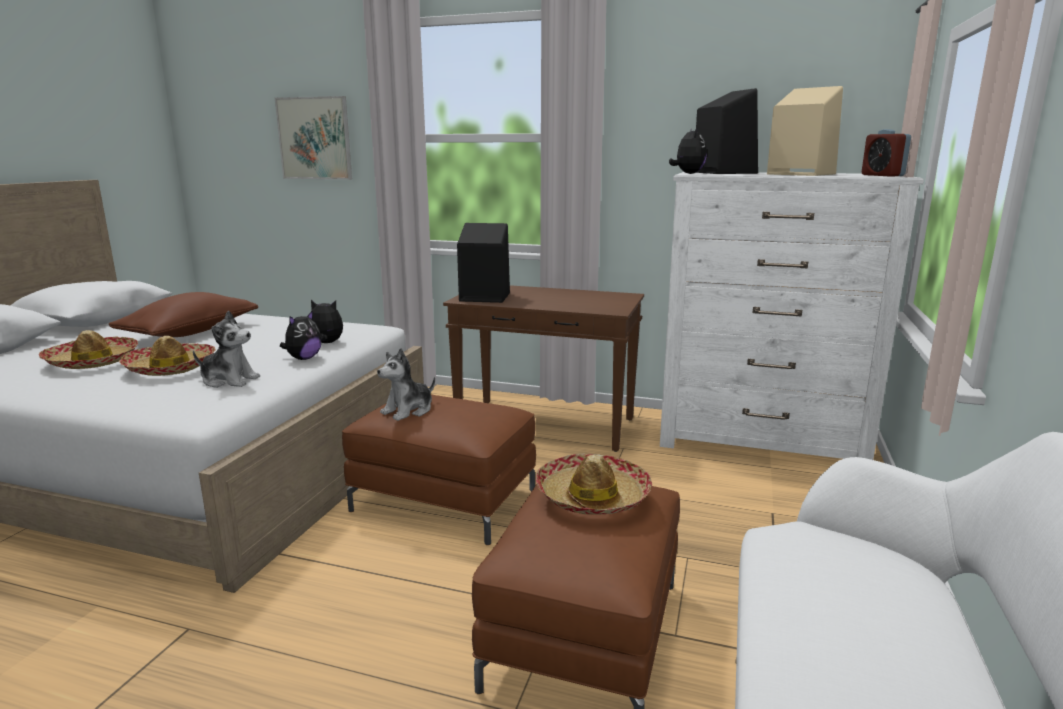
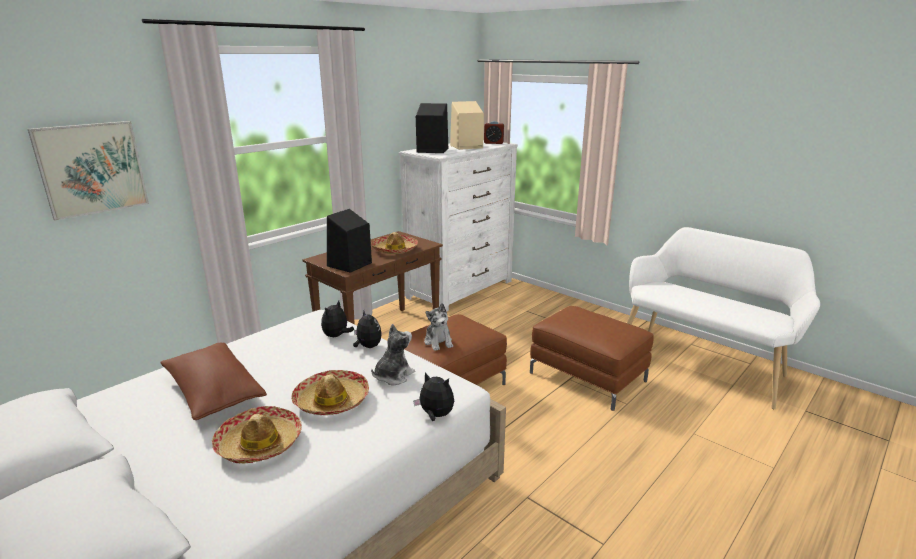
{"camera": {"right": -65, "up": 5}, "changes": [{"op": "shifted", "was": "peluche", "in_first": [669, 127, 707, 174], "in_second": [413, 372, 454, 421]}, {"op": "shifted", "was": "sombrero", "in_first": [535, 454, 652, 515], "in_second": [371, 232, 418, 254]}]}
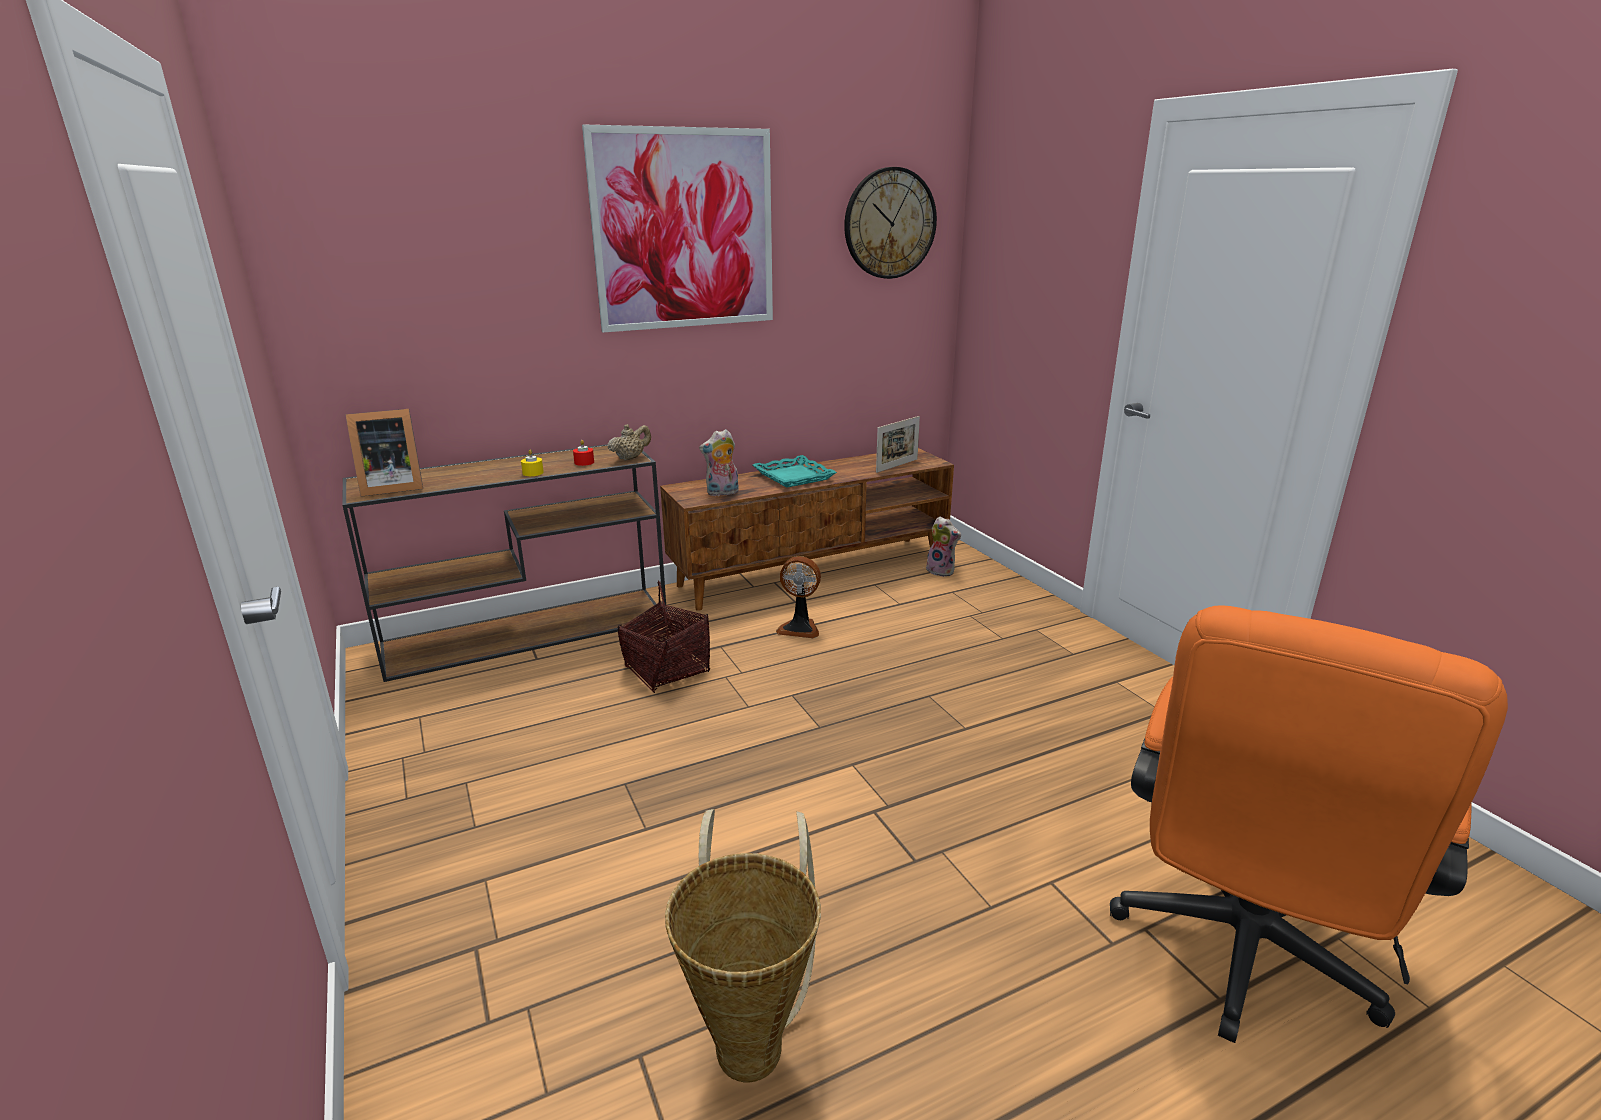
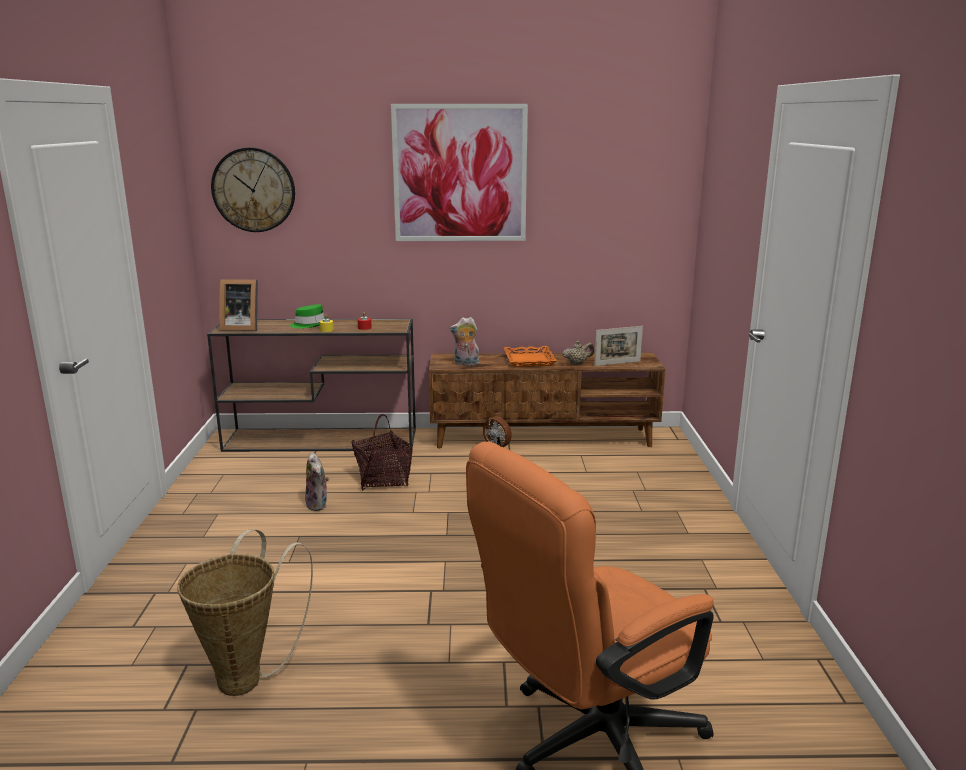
{"camera": {"right": 25, "up": -5}, "changes": [{"op": "shifted", "was": "reloj de pared", "in_first": [844, 167, 937, 279], "in_second": [211, 147, 295, 232]}, {"op": "shifted", "was": "tetera [beis]", "in_first": [608, 424, 651, 461], "in_second": [562, 341, 594, 365]}, {"op": "repainted", "was": "bandeja [turquesa]", "now": "bandeja [naranja]", "in_first": [753, 455, 837, 488], "in_second": [504, 346, 557, 367]}, {"op": "shifted", "was": "peluche", "in_first": [926, 516, 961, 577], "in_second": [305, 452, 329, 511]}, {"op": "new", "now": "sombrero [verde]", "in_second": [290, 304, 328, 329]}]}
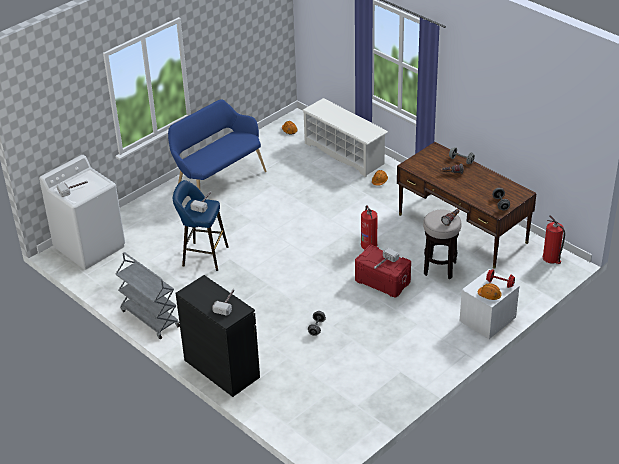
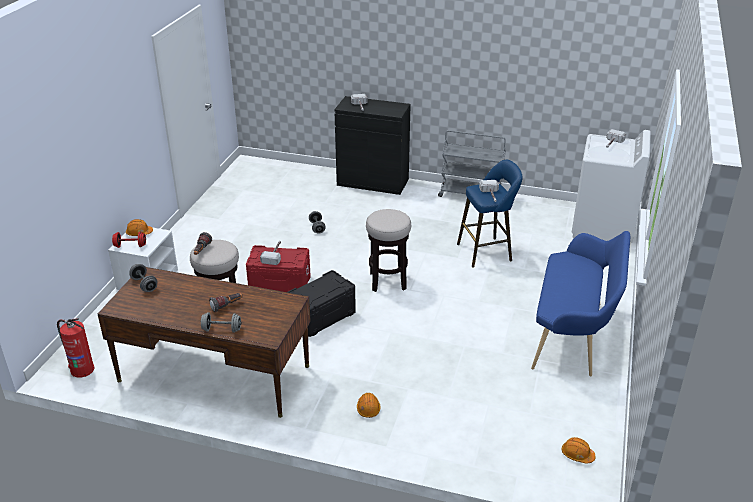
{"camera": {"right": 150, "up": -5}, "changes": [{"op": "gone", "was": "zapatero [blanco]", "in_first": [302, 98, 388, 177]}, {"op": "swapped", "was": "extintor", "now": "caja de almacenaje [negro]", "in_first": [361, 205, 378, 249], "in_second": [288, 270, 356, 337]}, {"op": "new", "now": "taburete", "in_second": [366, 209, 411, 292]}]}
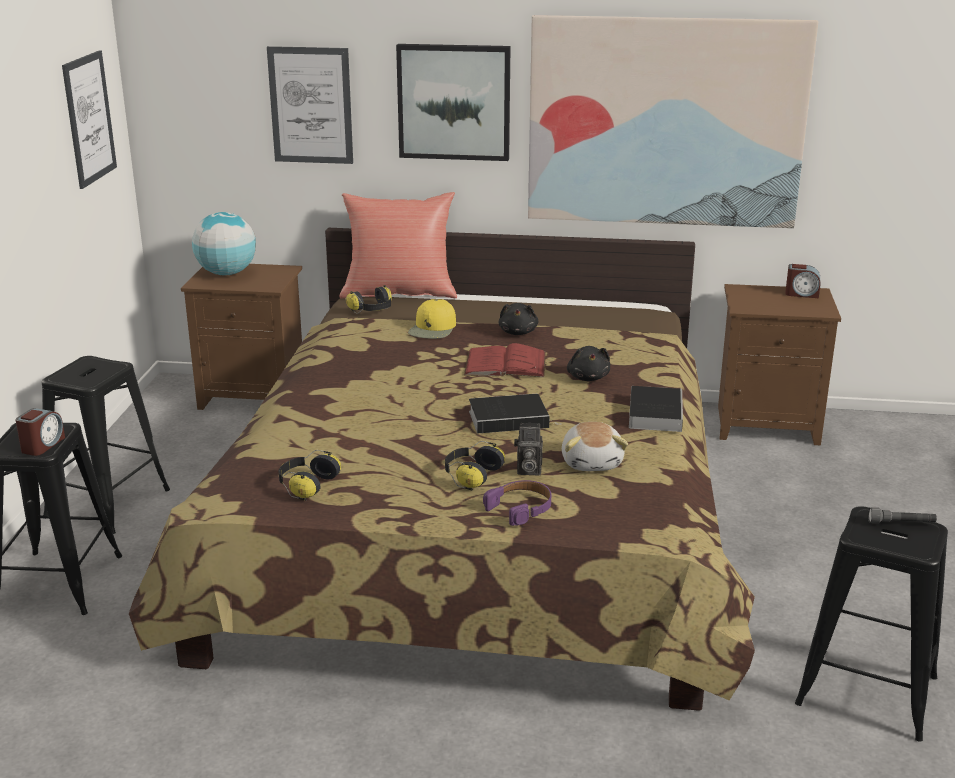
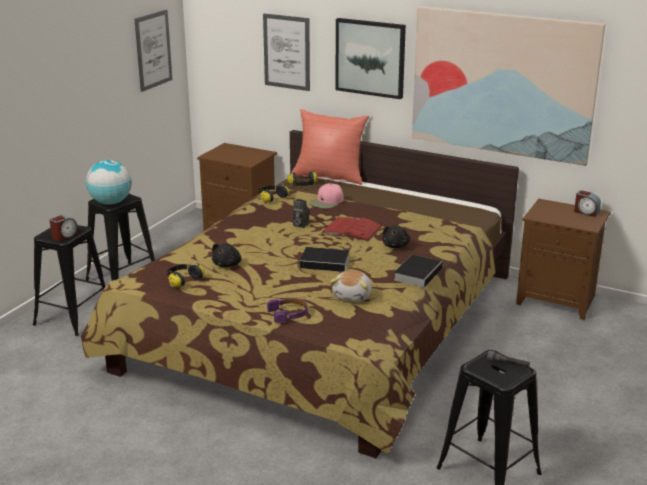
{"camera": {"right": 20, "up": 0}, "changes": [{"op": "shifted", "was": "globo terráqueo", "in_first": [192, 212, 256, 276], "in_second": [86, 160, 132, 205]}, {"op": "repainted", "was": "gorra [amarillo]", "now": "gorra [rosa]", "in_first": [408, 299, 456, 339], "in_second": [309, 183, 343, 208]}, {"op": "shifted", "was": "peluche [negro]", "in_first": [498, 303, 538, 335], "in_second": [212, 243, 241, 267]}, {"op": "shifted", "was": "cámara", "in_first": [514, 423, 543, 476], "in_second": [293, 199, 309, 228]}, {"op": "shifted", "was": "auriculares", "in_first": [445, 441, 505, 491], "in_second": [259, 183, 290, 204]}]}
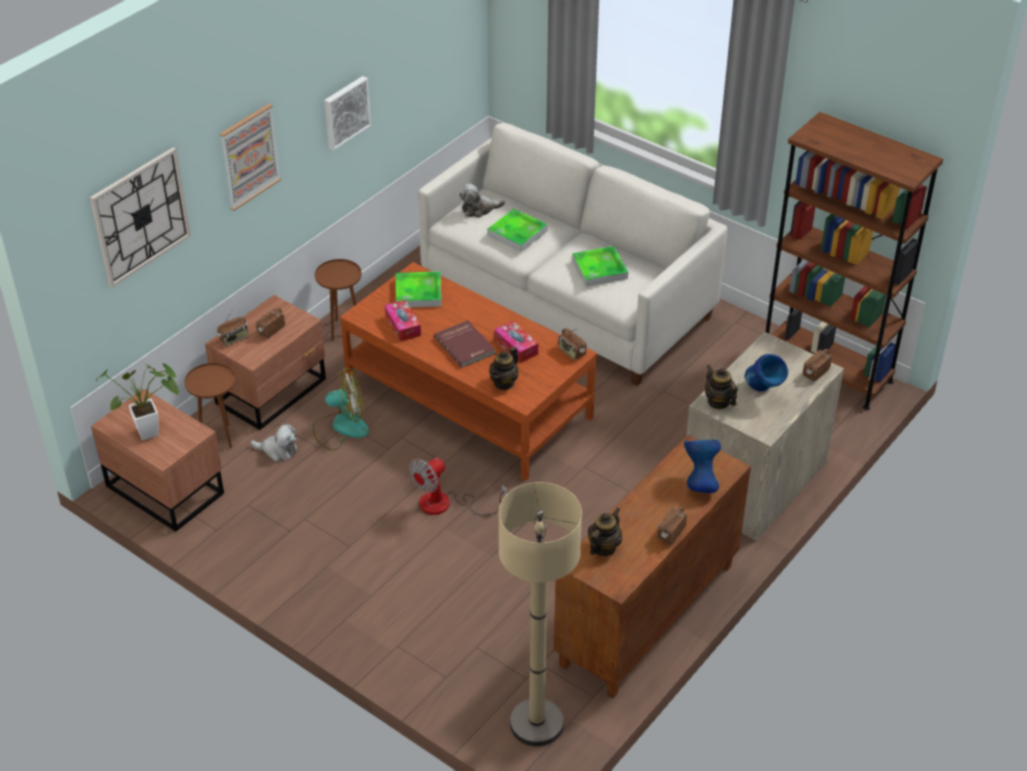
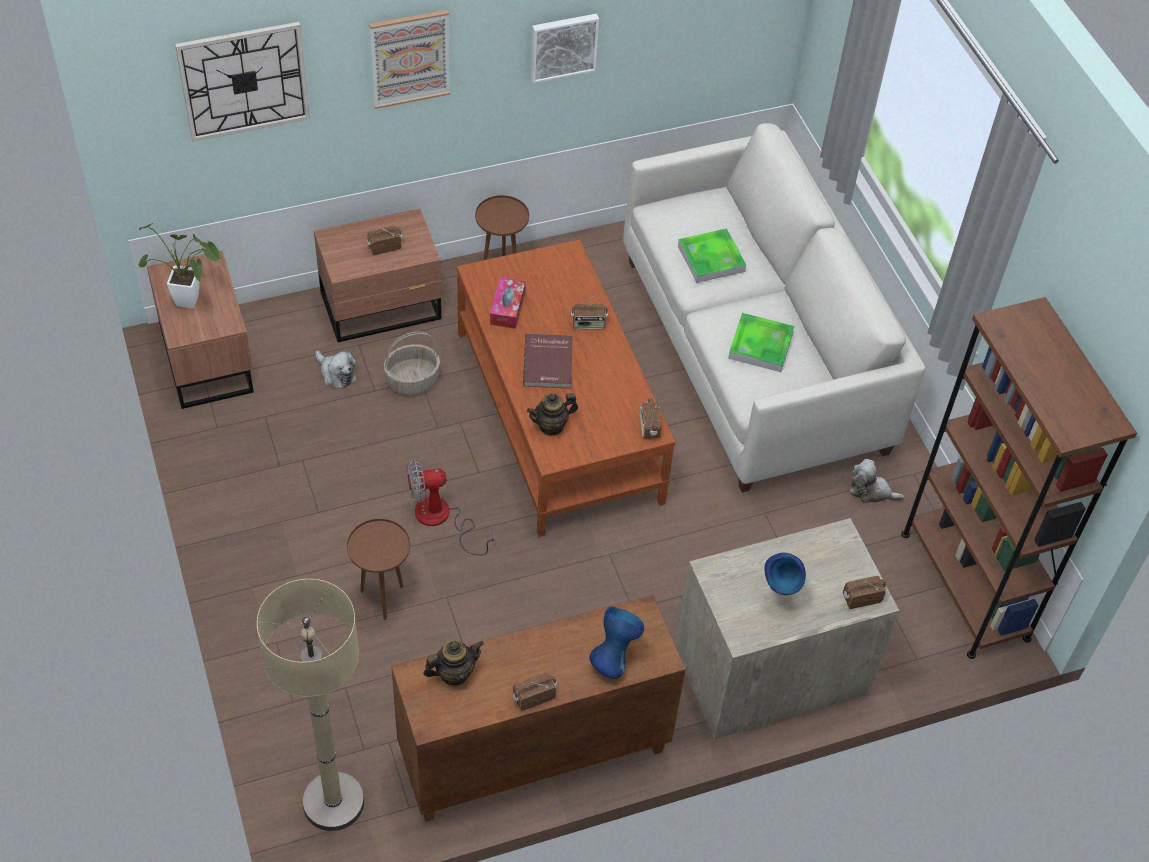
{"camera": {"right": 30, "up": 10}, "changes": [{"op": "shifted", "was": "peluche", "in_first": [459, 184, 505, 218], "in_second": [850, 459, 905, 503]}, {"op": "gone", "was": "bandeja", "in_first": [396, 271, 442, 308]}, {"op": "shifted", "was": "radio", "in_first": [217, 311, 249, 346], "in_second": [571, 294, 608, 329]}, {"op": "gone", "was": "caja de pañuelos", "in_first": [494, 321, 538, 363]}, {"op": "shifted", "was": "mesa auxiliar [marrón]", "in_first": [185, 363, 235, 448], "in_second": [347, 519, 410, 620]}, {"op": "gone", "was": "tetera", "in_first": [705, 364, 738, 409]}, {"op": "swapped", "was": "ventilador", "now": "cesta", "in_first": [313, 368, 369, 450], "in_second": [383, 331, 440, 395]}]}
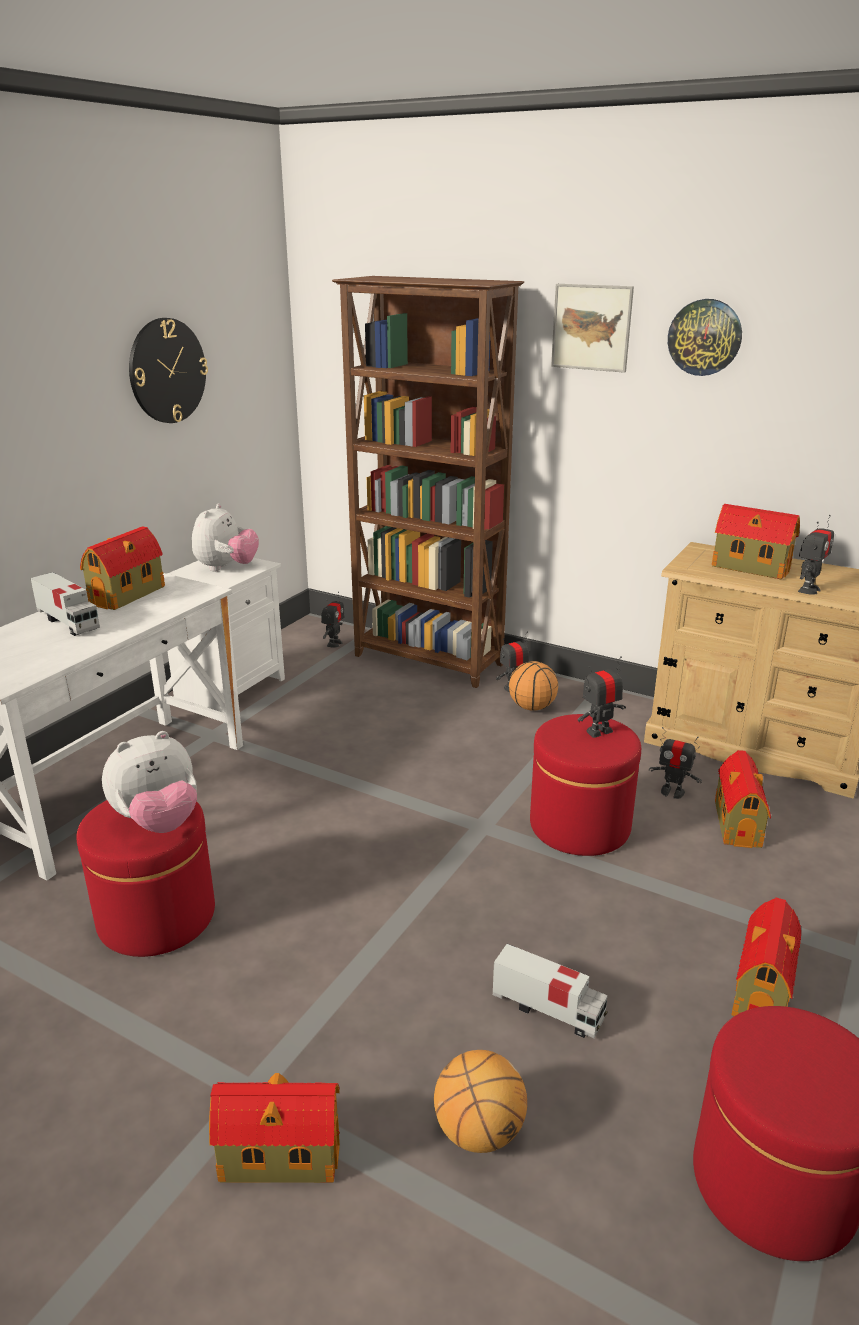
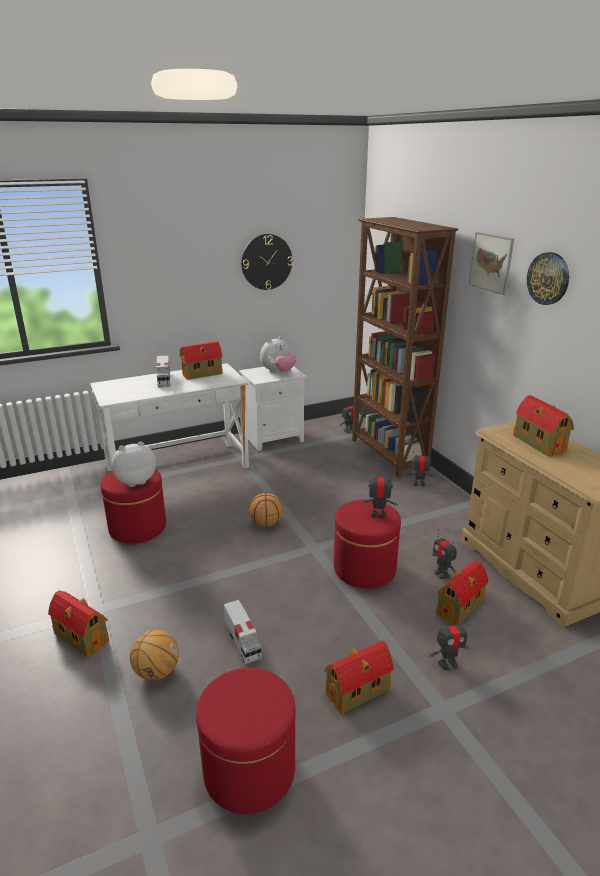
{"camera": {"right": 35, "up": 0}, "changes": [{"op": "shifted", "was": "robot de juguete", "in_first": [798, 515, 834, 595], "in_second": [430, 619, 468, 671]}, {"op": "shifted", "was": "balón de baloncesto", "in_first": [509, 661, 558, 711], "in_second": [249, 493, 283, 527]}, {"op": "rotated", "was": "peluche", "in_first": [102, 731, 197, 833], "in_second": [112, 442, 156, 487], "clockwise": 150}]}
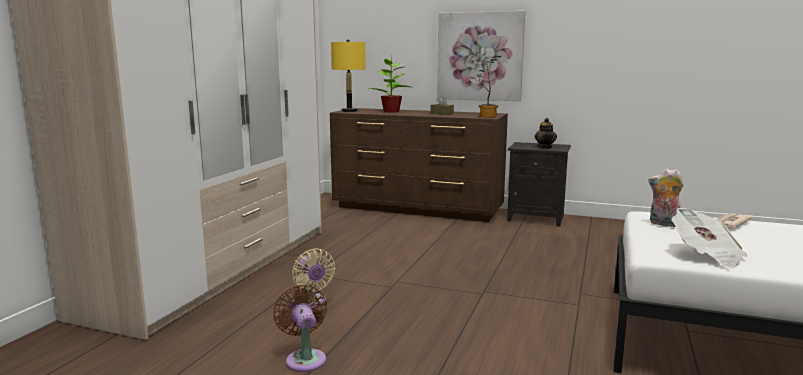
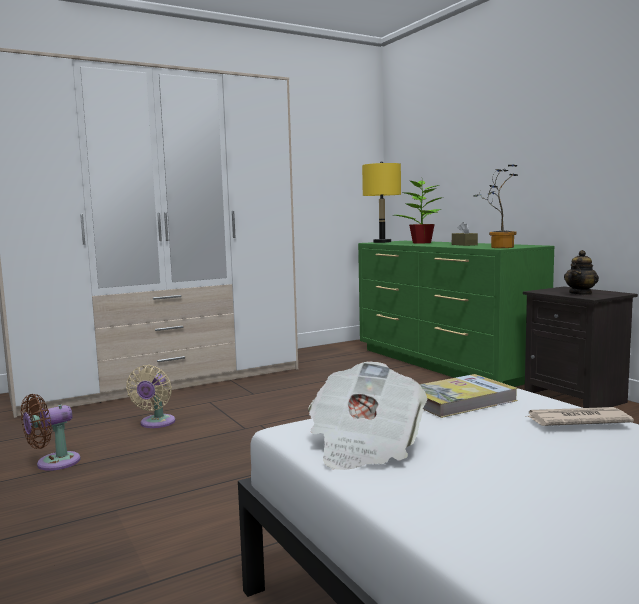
{"camera": {"right": 40, "up": -5}, "changes": [{"op": "gone", "was": "cuadro", "in_first": [437, 11, 525, 101]}, {"op": "repainted", "was": "cómoda [marrón]", "now": "cómoda [verde]", "in_first": [330, 108, 508, 222], "in_second": [358, 241, 554, 387]}, {"op": "swapped", "was": "peluche", "now": "libro", "in_first": [648, 169, 684, 227], "in_second": [419, 374, 518, 418]}, {"op": "rotated", "was": "ventilador [marrón]", "in_first": [273, 285, 327, 372], "in_second": [21, 394, 81, 471], "clockwise": -150}]}
